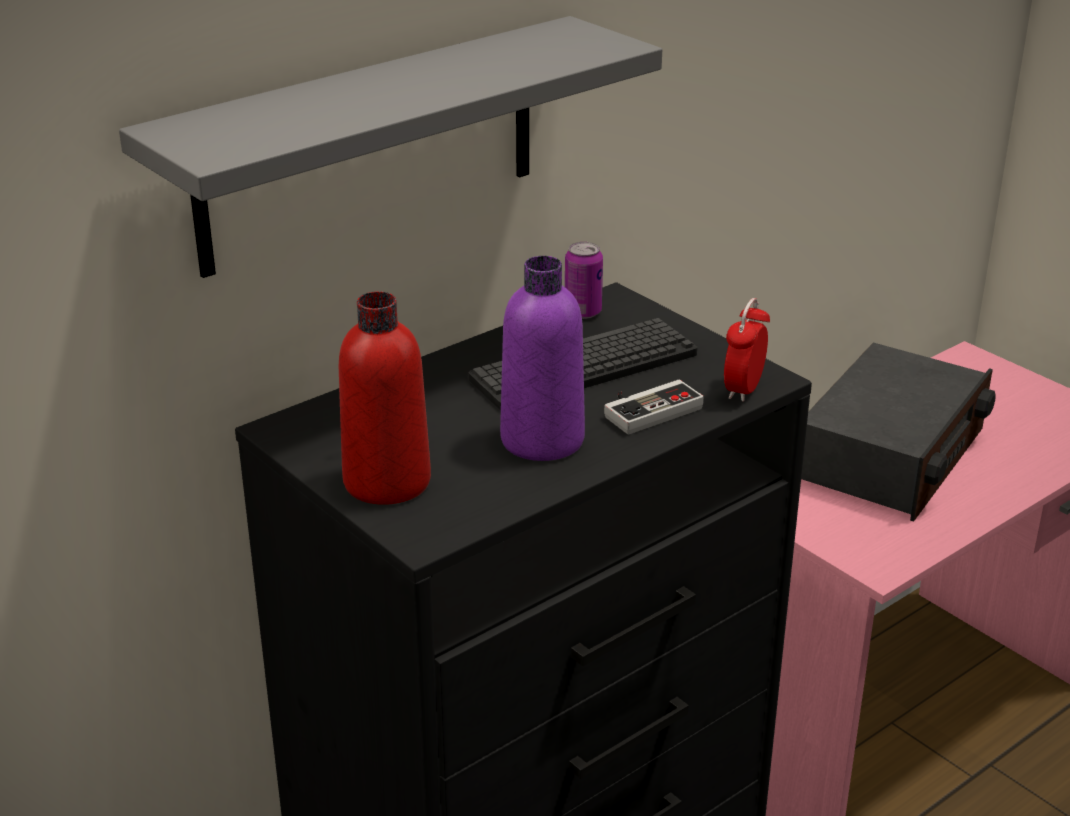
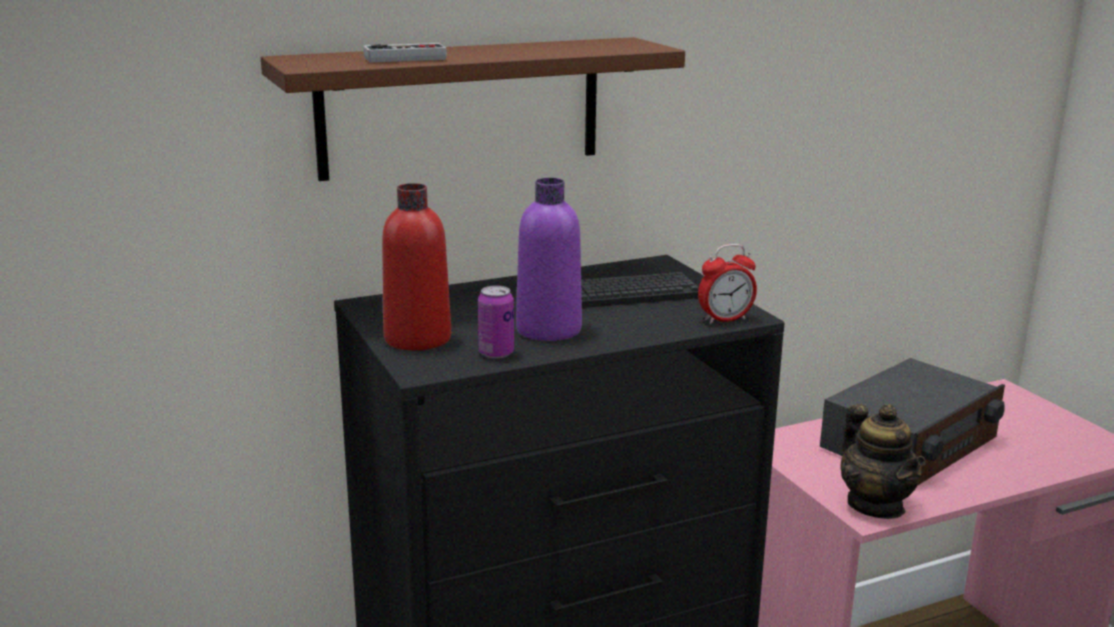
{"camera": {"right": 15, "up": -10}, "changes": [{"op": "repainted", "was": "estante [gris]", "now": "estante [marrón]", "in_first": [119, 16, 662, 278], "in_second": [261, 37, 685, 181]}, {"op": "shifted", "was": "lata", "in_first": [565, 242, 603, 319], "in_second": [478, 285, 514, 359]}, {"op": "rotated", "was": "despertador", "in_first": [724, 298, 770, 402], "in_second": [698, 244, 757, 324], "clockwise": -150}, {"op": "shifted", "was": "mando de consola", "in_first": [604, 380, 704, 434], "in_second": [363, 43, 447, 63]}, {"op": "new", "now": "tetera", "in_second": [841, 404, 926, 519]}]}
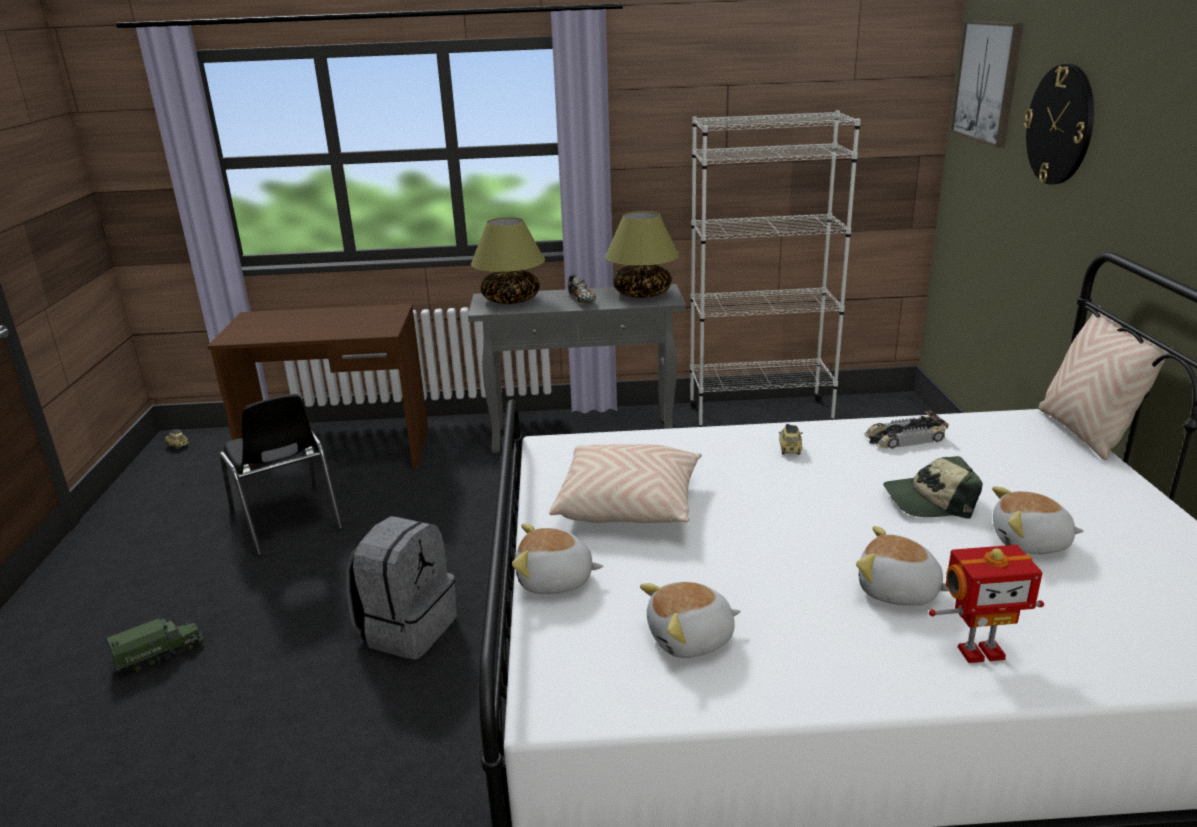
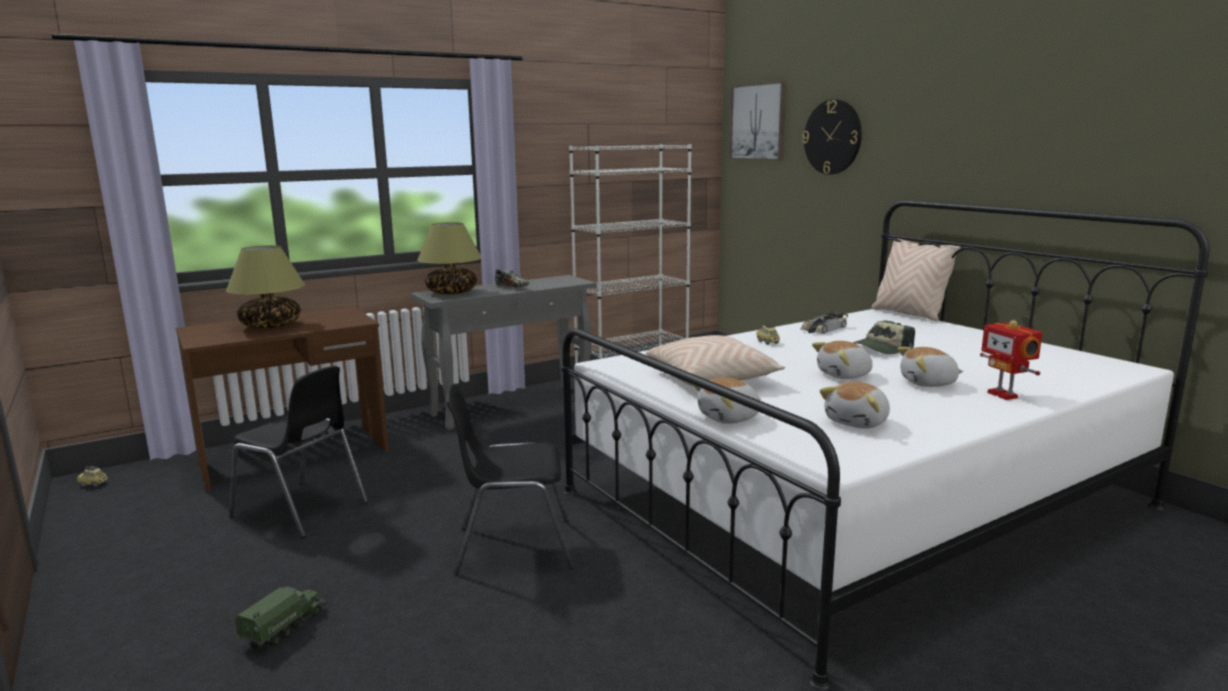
{"camera": {"right": -30, "up": -10}, "changes": [{"op": "shifted", "was": "lámpara de mesa", "in_first": [605, 211, 679, 298], "in_second": [226, 245, 305, 328]}, {"op": "shifted", "was": "peluche", "in_first": [992, 487, 1084, 554], "in_second": [812, 341, 873, 379]}, {"op": "swapped", "was": "mochila [gris]", "now": "silla [negro]", "in_first": [346, 516, 457, 660], "in_second": [446, 384, 574, 575]}, {"op": "rotated", "was": "robot de juguete", "in_first": [929, 545, 1044, 663], "in_second": [980, 320, 1042, 400], "clockwise": 105}]}
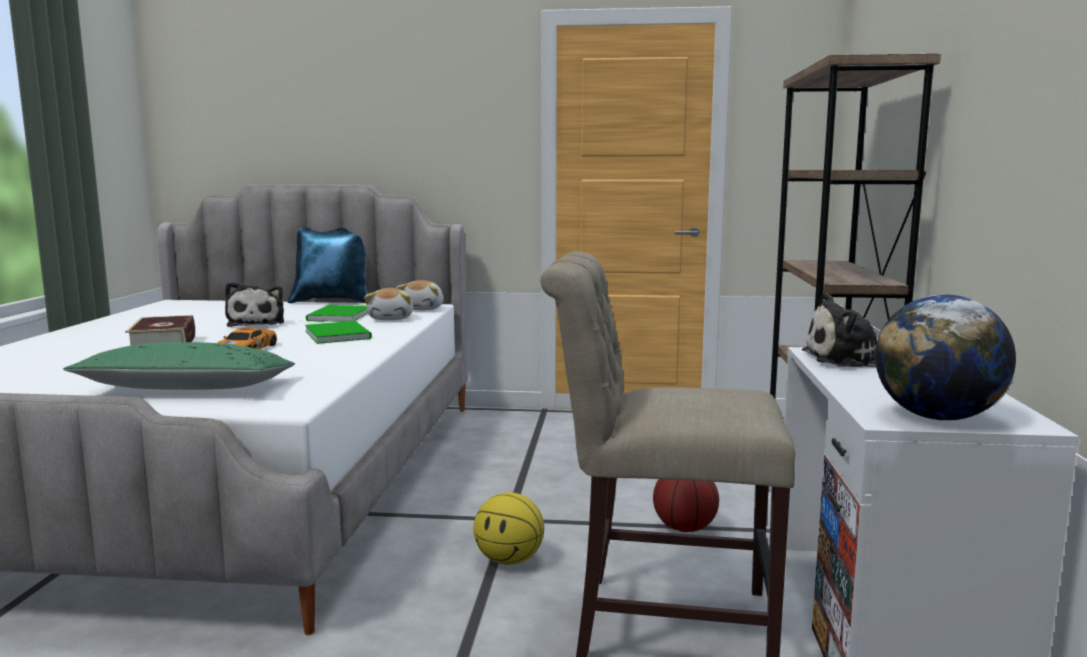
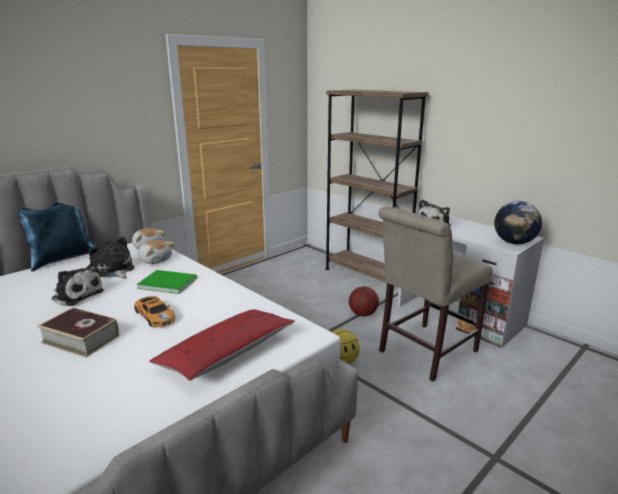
{"camera": {"right": -50, "up": 10}, "changes": [{"op": "swapped", "was": "libro [verde]", "now": "peluche", "in_first": [306, 305, 368, 322], "in_second": [88, 237, 134, 279]}, {"op": "repainted", "was": "cojín [verde]", "now": "cojín [rojo]", "in_first": [63, 342, 295, 390], "in_second": [149, 309, 295, 381]}]}
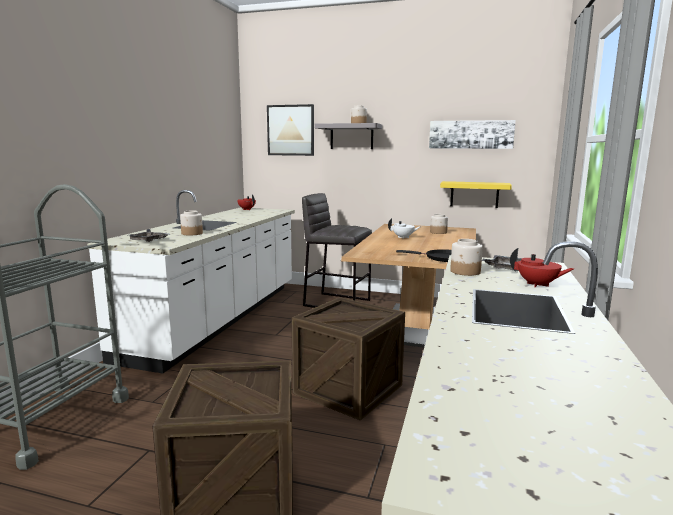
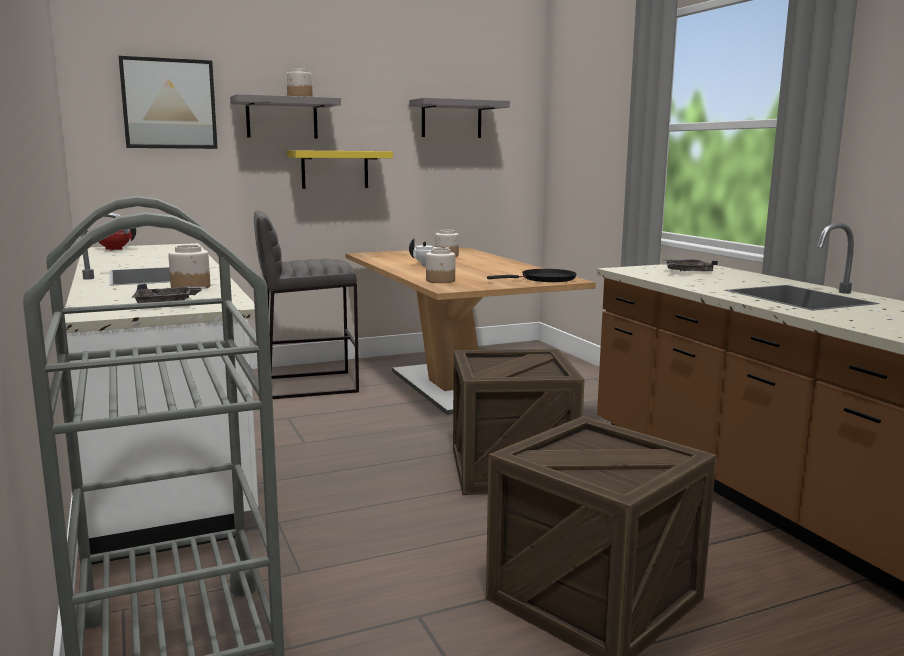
{"camera": {"right": -40, "up": 0}, "changes": [{"op": "swapped", "was": "cuadro", "now": "estante [gris]", "in_first": [429, 120, 516, 149], "in_second": [409, 97, 510, 138]}, {"op": "shifted", "was": "estante [amarillo]", "in_first": [440, 181, 512, 208], "in_second": [287, 150, 393, 189]}, {"op": "shifted", "was": "tarro", "in_first": [450, 239, 483, 276], "in_second": [426, 248, 455, 283]}, {"op": "gone", "was": "tetera [rojo]", "in_first": [510, 248, 574, 287]}]}
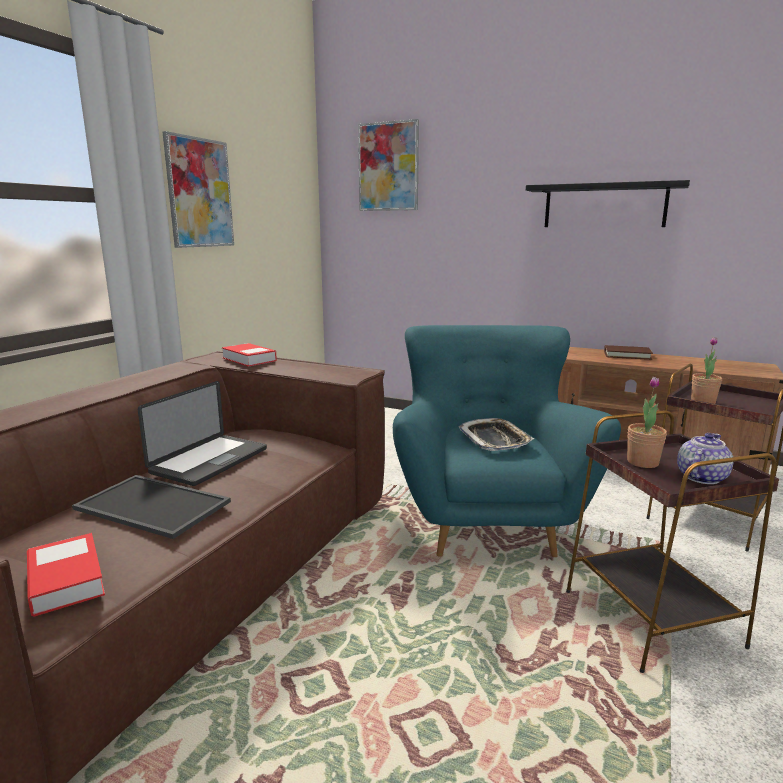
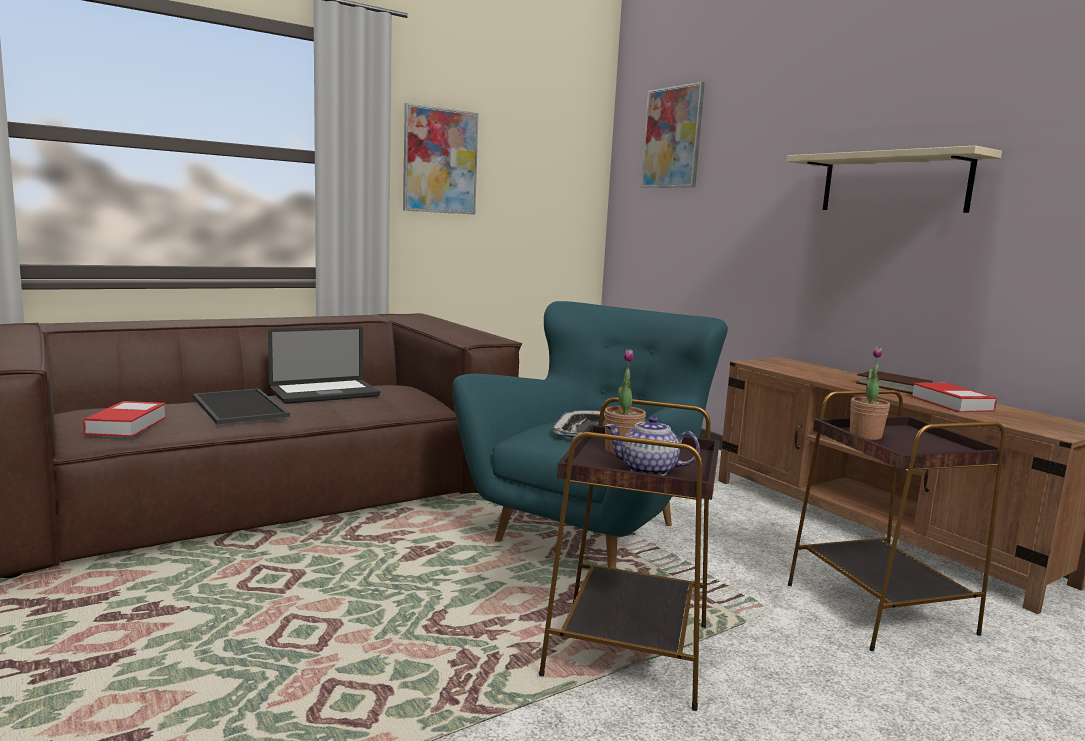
{"camera": {"right": 30, "up": -5}, "changes": [{"op": "repainted", "was": "estante [negro]", "now": "estante [beis]", "in_first": [526, 180, 690, 227], "in_second": [786, 145, 1002, 213]}, {"op": "shifted", "was": "libro", "in_first": [222, 343, 277, 367], "in_second": [911, 383, 997, 413]}, {"op": "rotated", "was": "tetera", "in_first": [677, 433, 733, 484], "in_second": [605, 416, 700, 476], "clockwise": -150}]}
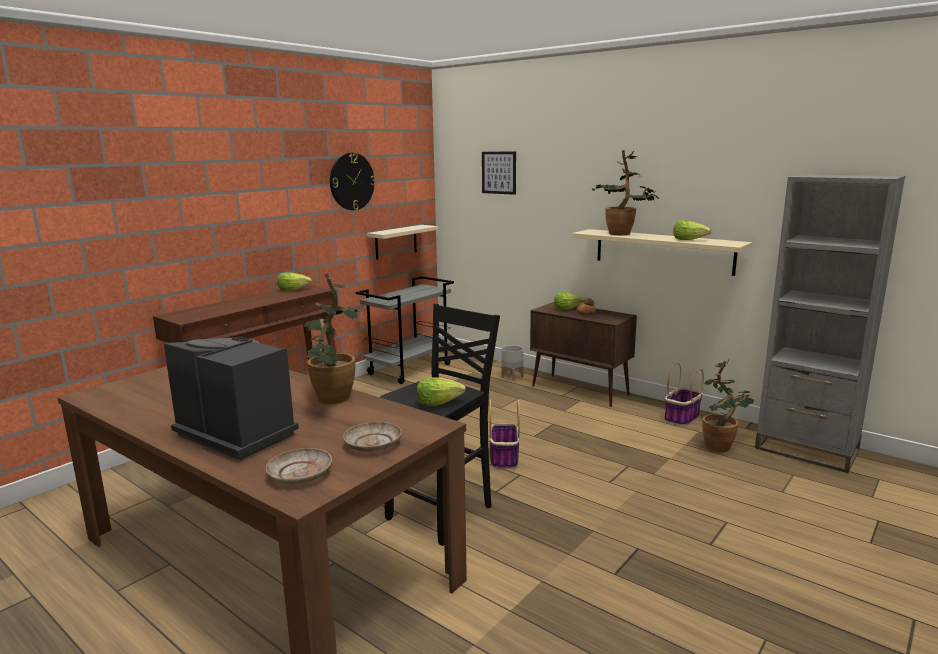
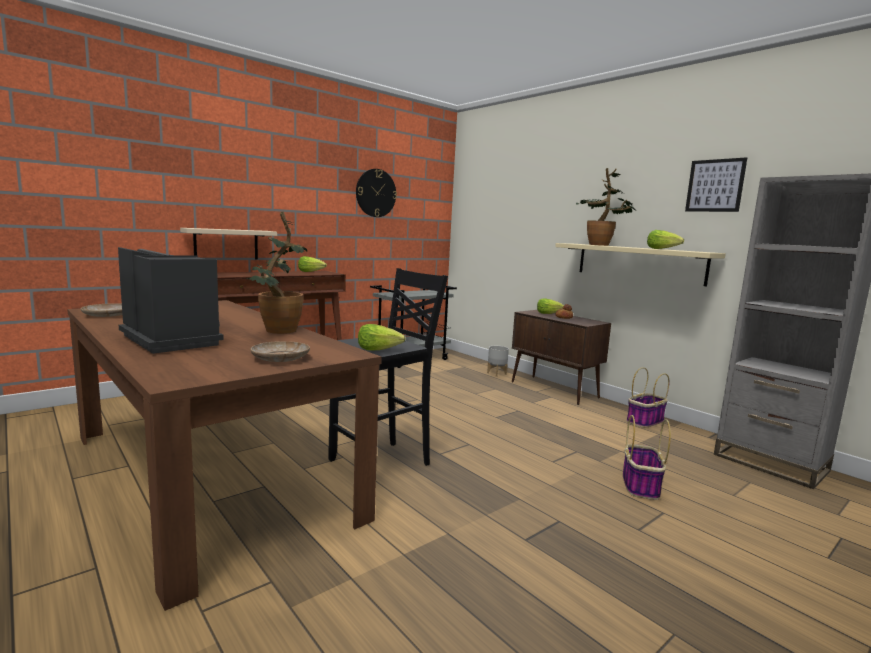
{"camera": {"right": 10, "up": -5}, "changes": [{"op": "shifted", "was": "cuadro", "in_first": [482, 152, 516, 195], "in_second": [685, 157, 747, 212]}, {"op": "shifted", "was": "estante [beis]", "in_first": [367, 225, 438, 260], "in_second": [180, 228, 277, 259]}, {"op": "gone", "was": "planta en maceta", "in_first": [702, 359, 754, 452]}, {"op": "shifted", "was": "cesta", "in_first": [489, 399, 520, 469], "in_second": [623, 415, 671, 500]}, {"op": "shifted", "was": "plato [beis]", "in_first": [265, 448, 332, 485], "in_second": [80, 303, 123, 317]}]}
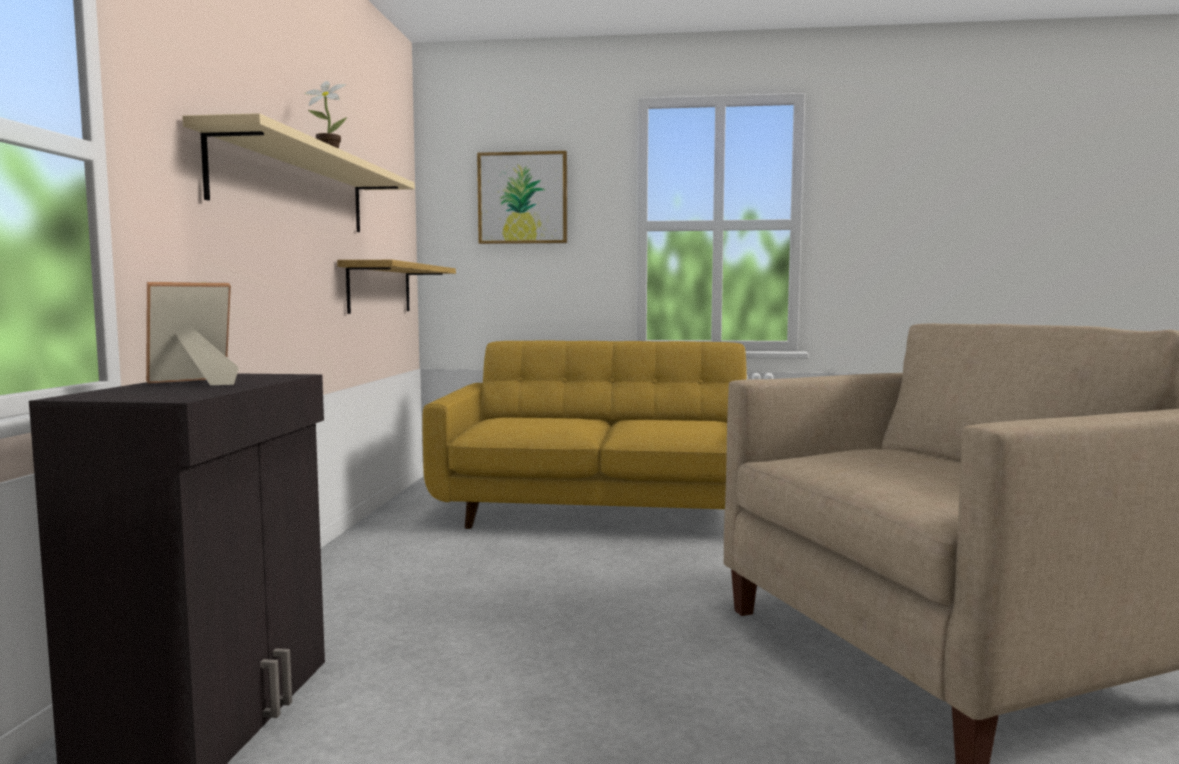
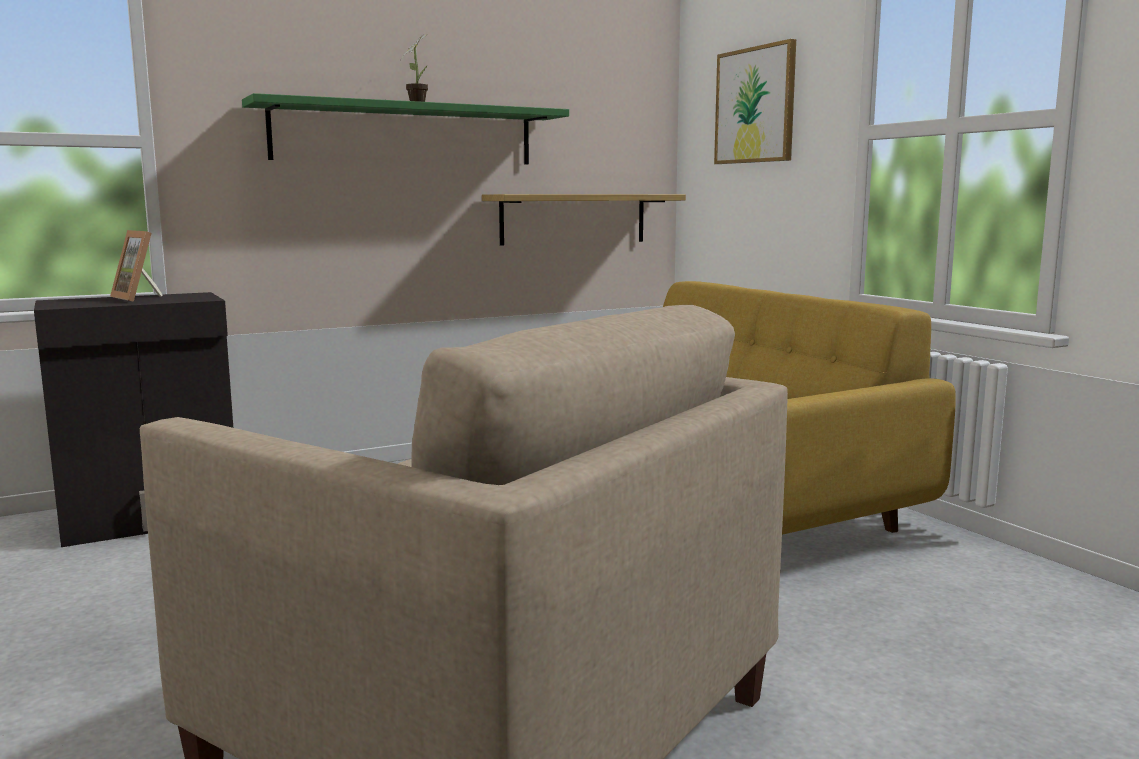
{"camera": {"right": 55, "up": 5}, "changes": [{"op": "repainted", "was": "estante [beis]", "now": "estante [verde]", "in_first": [182, 113, 415, 232], "in_second": [242, 93, 569, 164]}, {"op": "rotated", "was": "portarretratos", "in_first": [146, 282, 239, 385], "in_second": [110, 230, 162, 302], "clockwise": -150}]}
